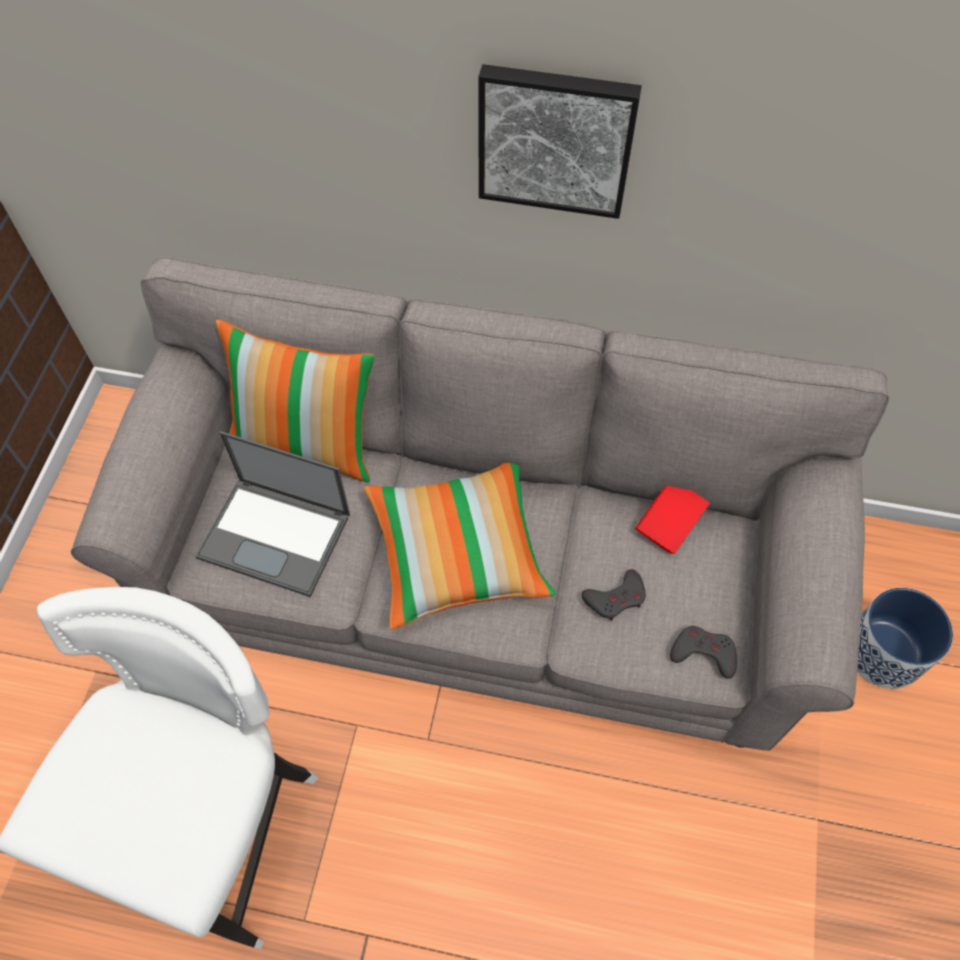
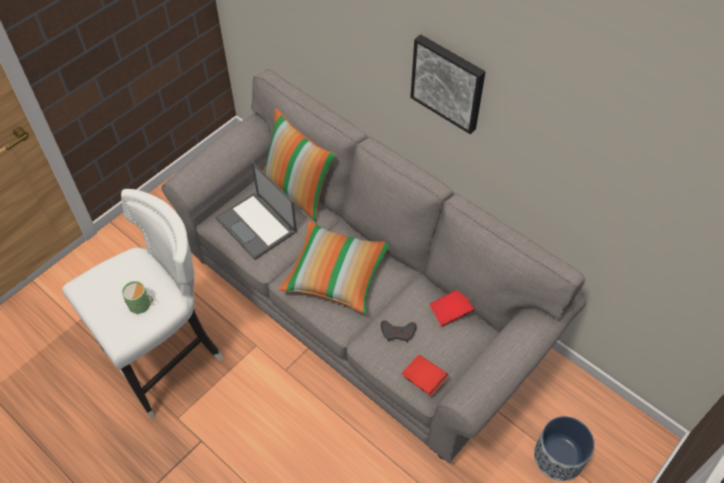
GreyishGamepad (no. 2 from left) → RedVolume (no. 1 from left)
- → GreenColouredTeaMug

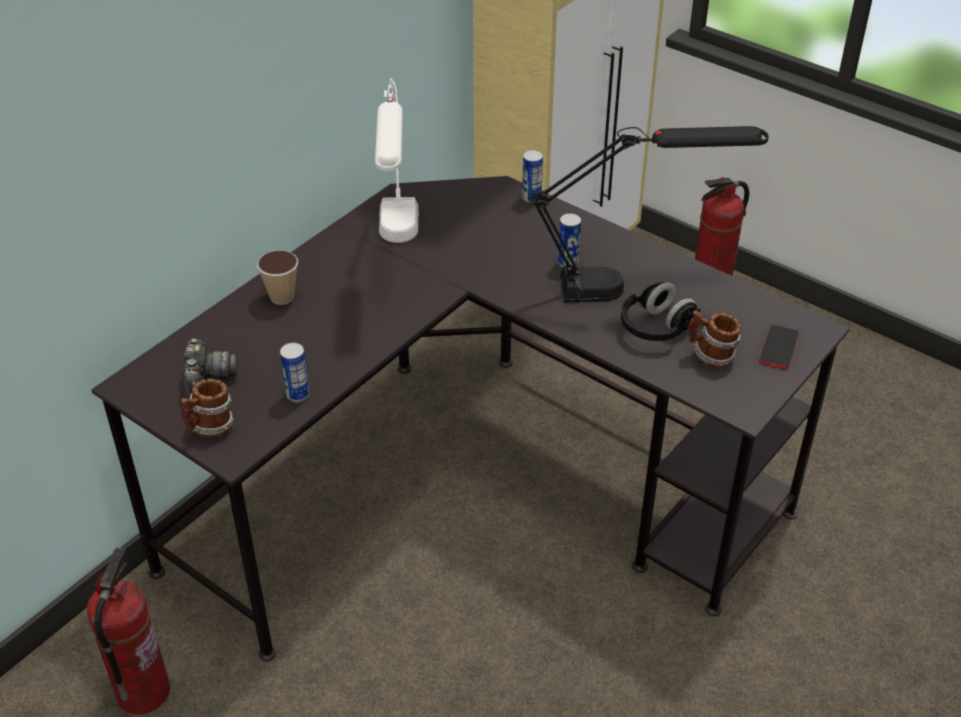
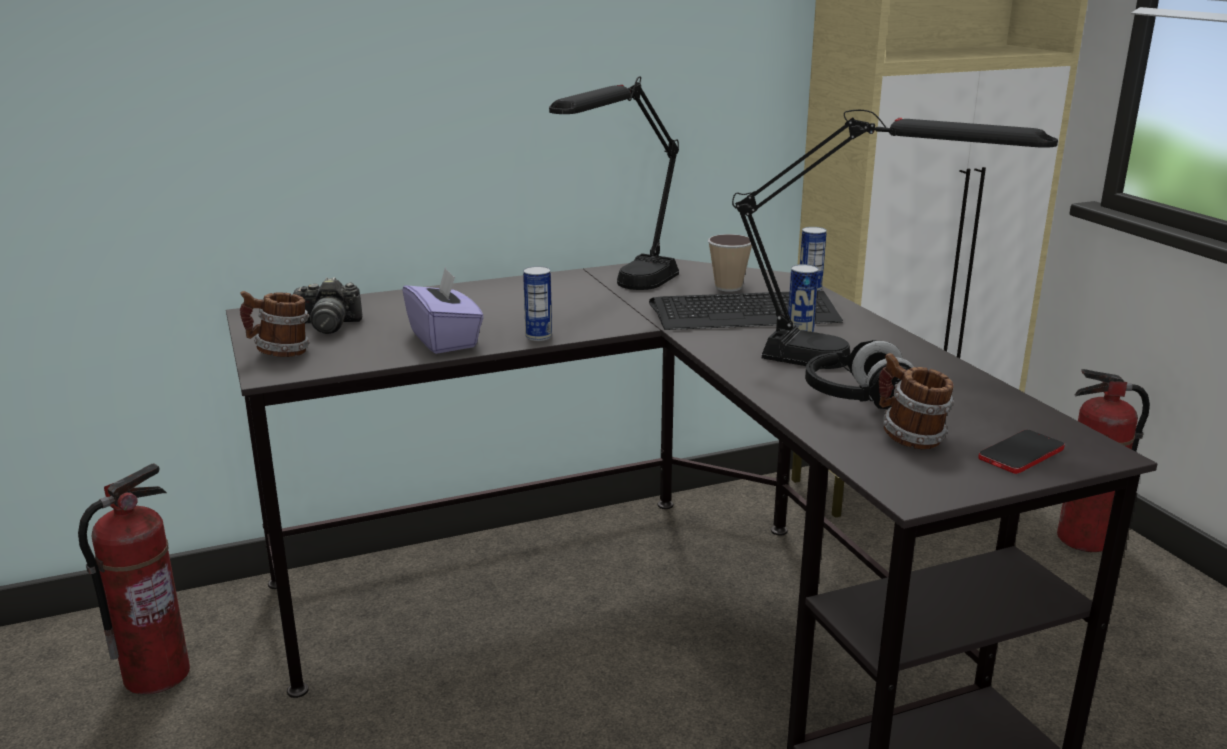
PhotoCamera, 60 degrees clockwise
SmallCup, relocated
Can (no. 1 from left), relocated
WhiteColouredTabletopLamp → BlackishTabletopLamp (no. 1 from left)
- → PurpleColouredTissueBox
- → Keyboard

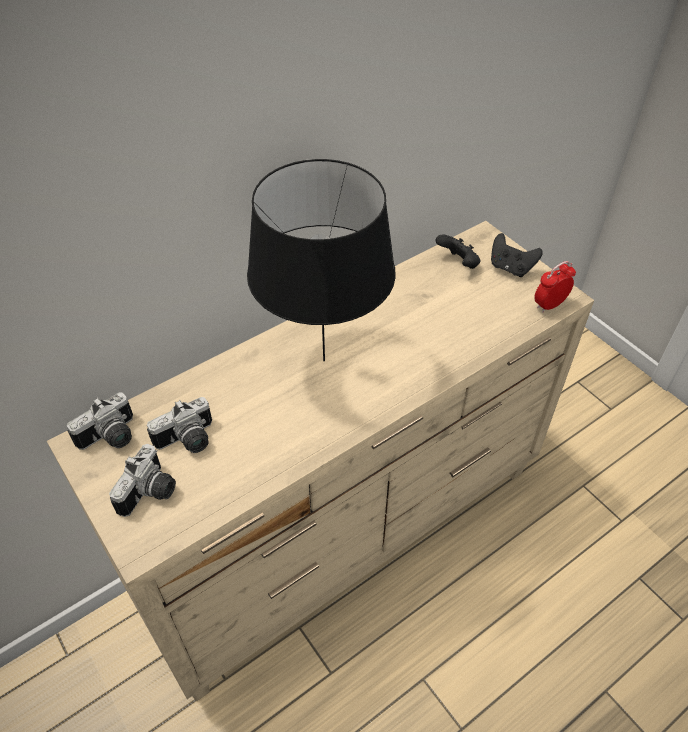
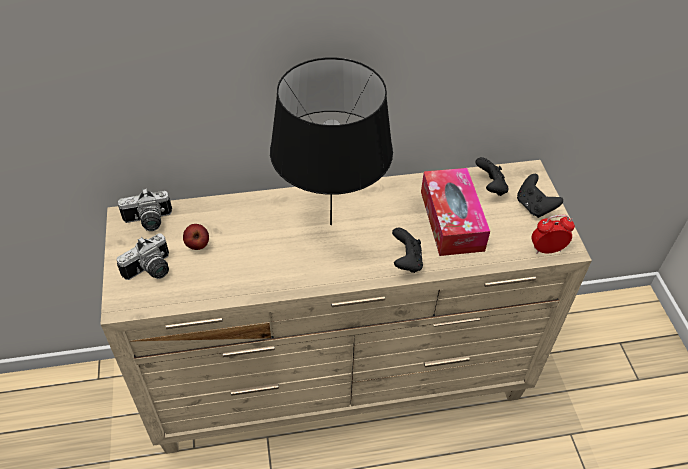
PhotoCamera (no. 3 from left) → WholeApple
- → BlackishGamepad (no. 1 from left)
- → TissueBox

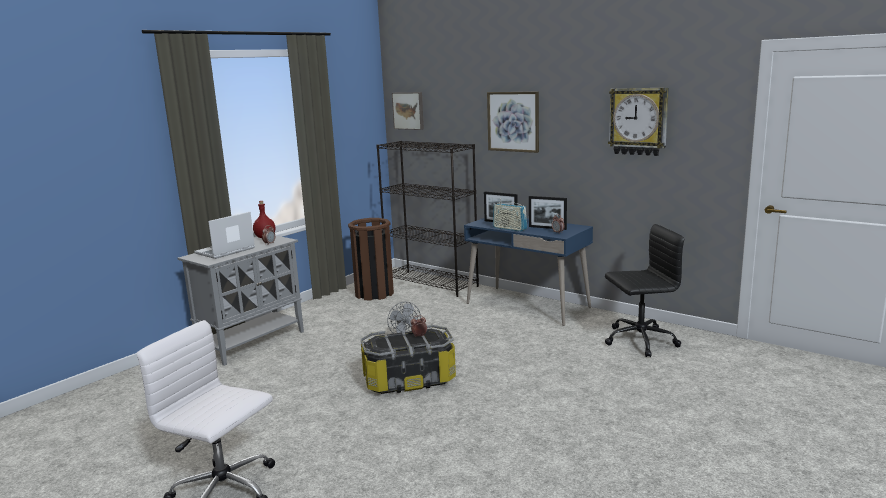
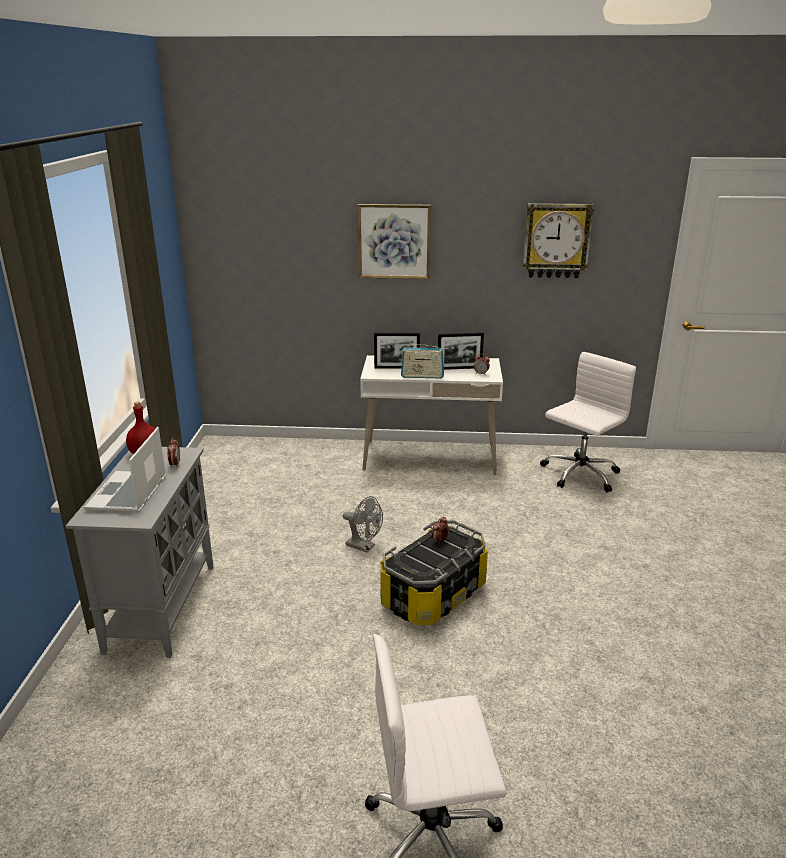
BrownTrashCan → -
BlackishBookcase → -
Picture (no. 1 from left) → -
BlueColouredDesk → WhiteColouredDesk
BlackishOfficeChair → WhiteColouredOfficeChair (no. 2 from left)

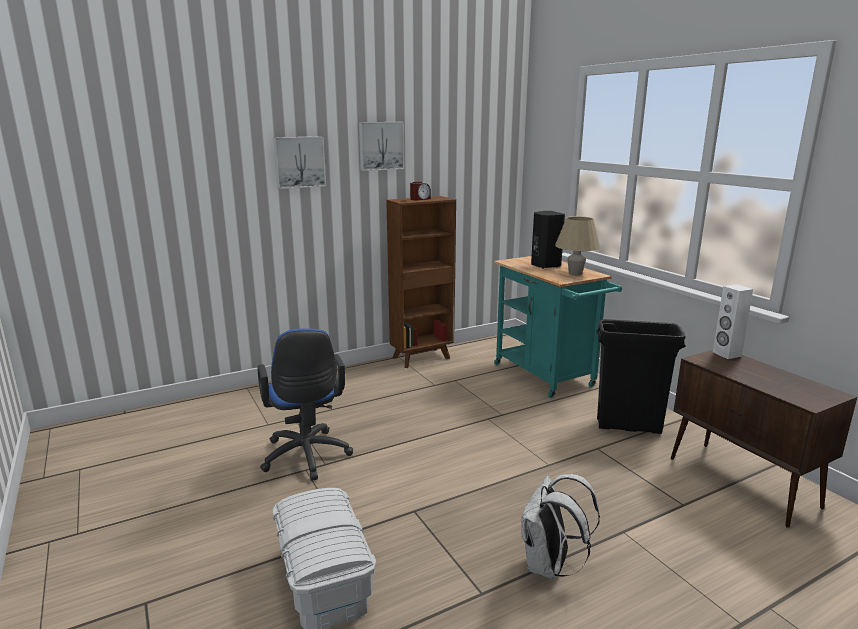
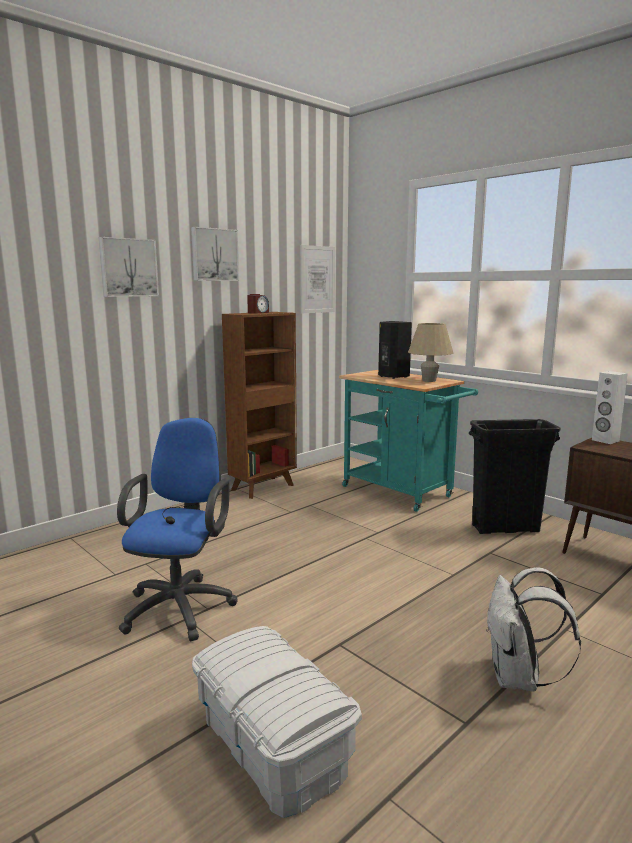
BlueColouredOfficeChair, 135 degrees counterclockwise
- → Picture (no. 3 from left)

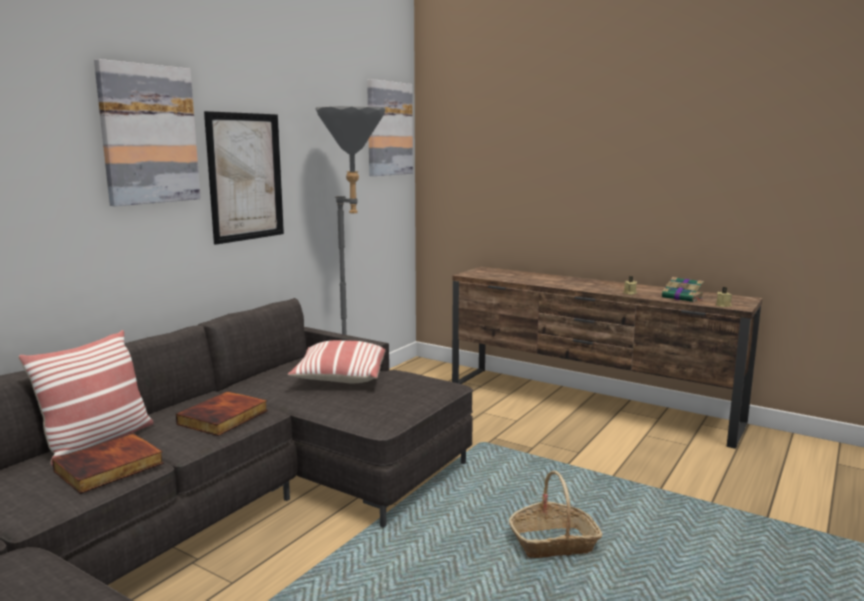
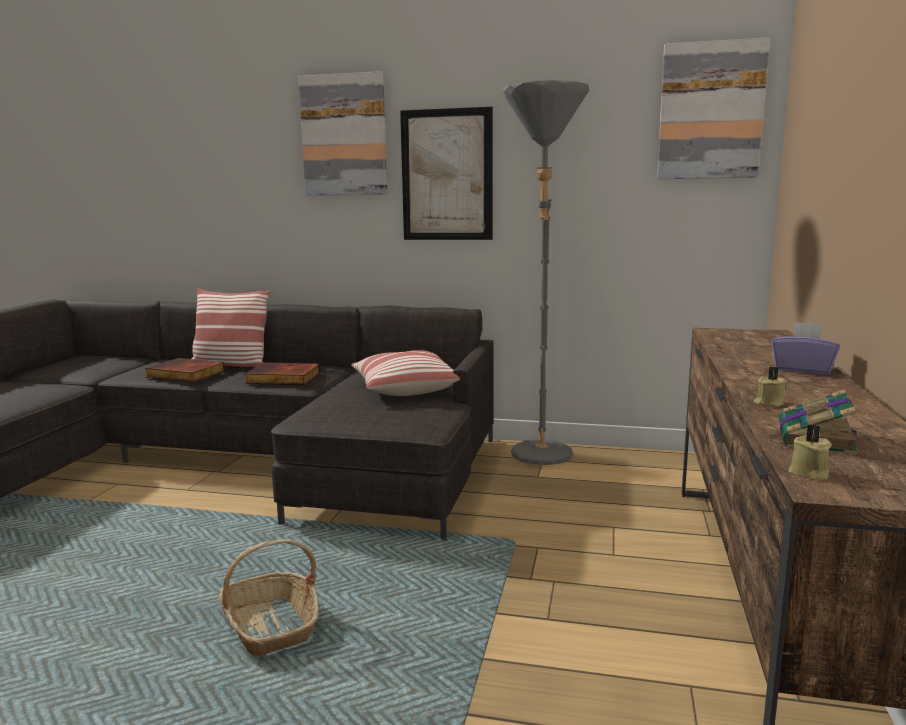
- → PurpleColouredTissueBox

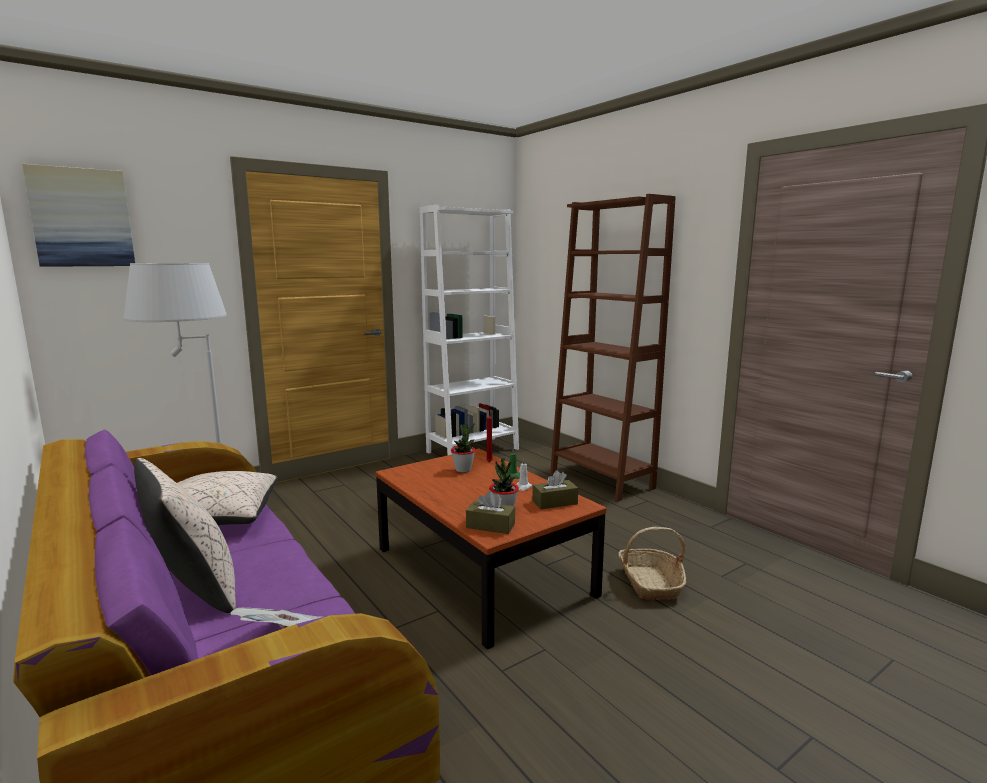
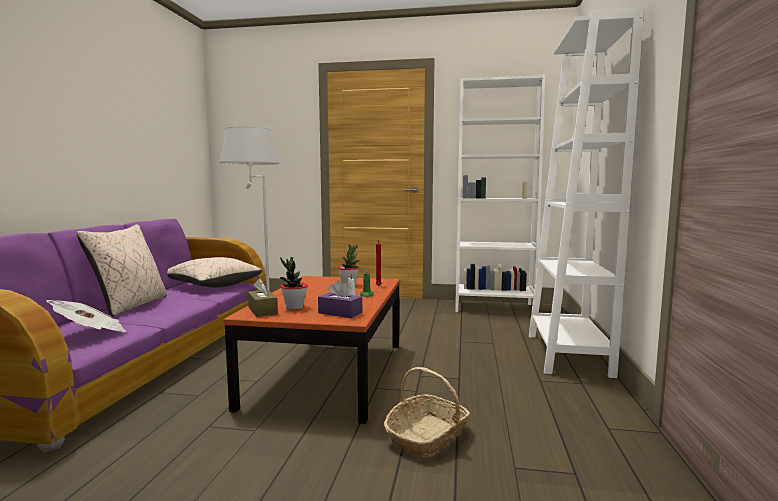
Picture → -
BrownTissueBox (no. 2 from left) → PurpleColouredTissueBox
BrownBookcase → WhiteColouredBookcase (no. 2 from left)

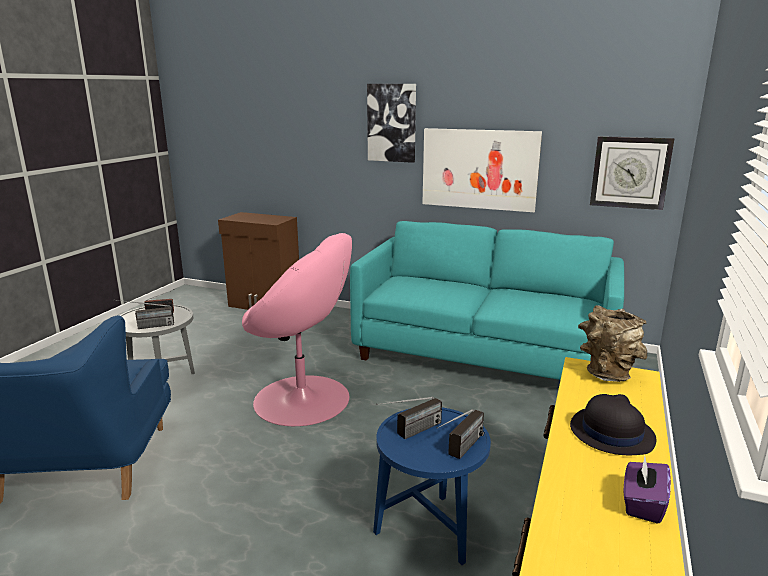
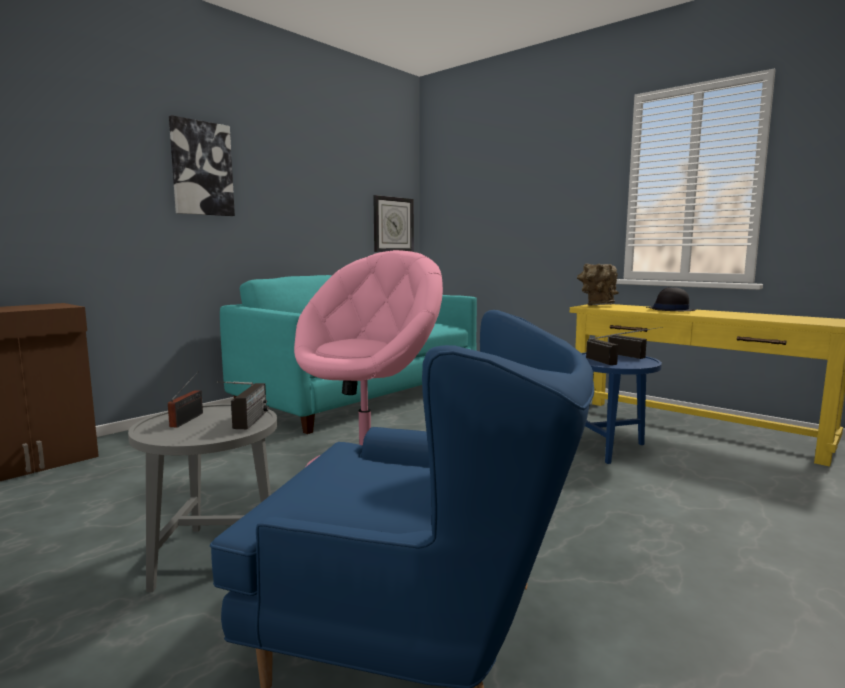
Picture (no. 2 from left) → -
PurpleColouredTissueBox → -

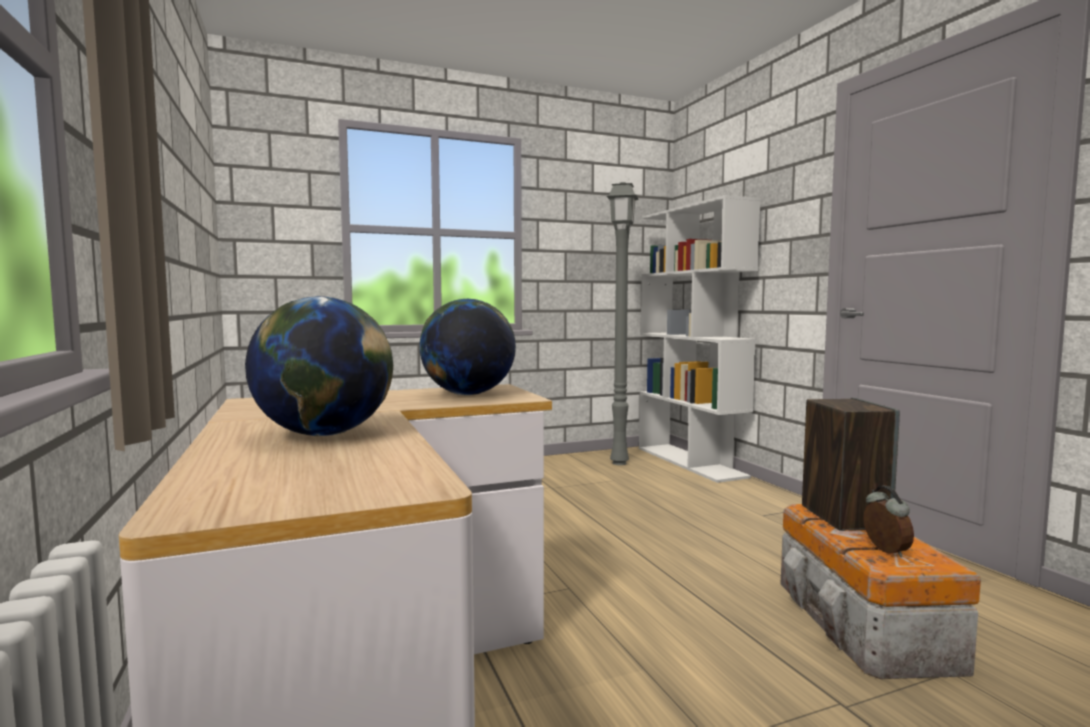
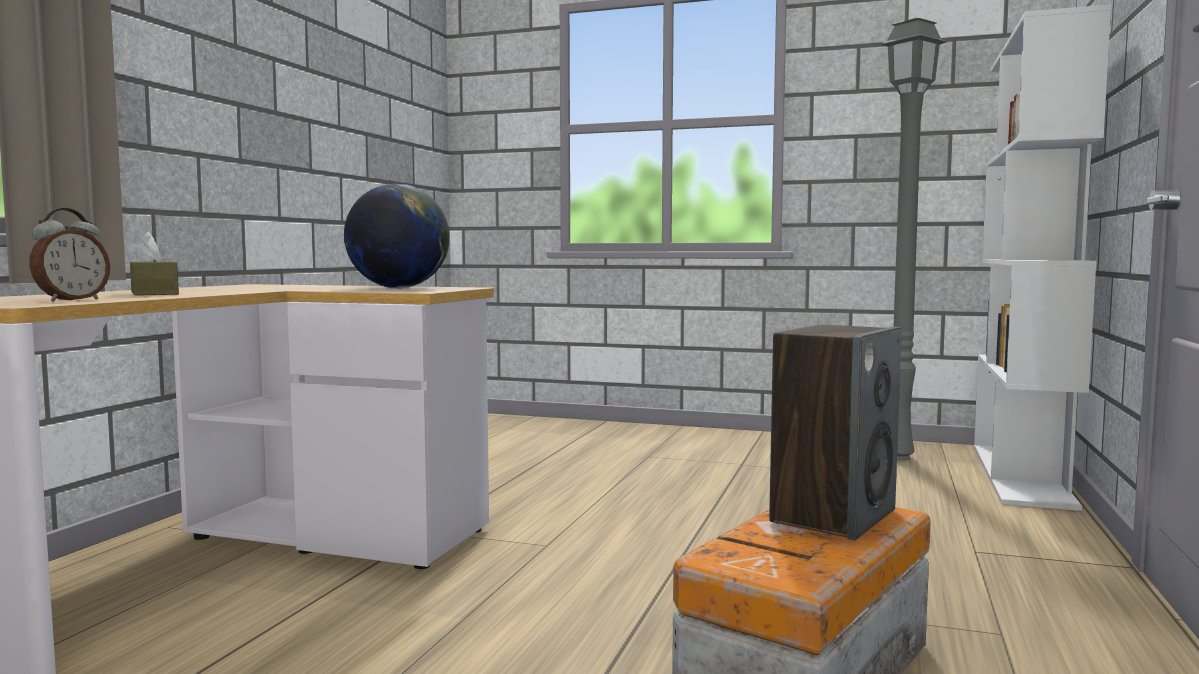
WorldGlobe (no. 1 from left) → BrownTissueBox
BedsideClock, relocated

